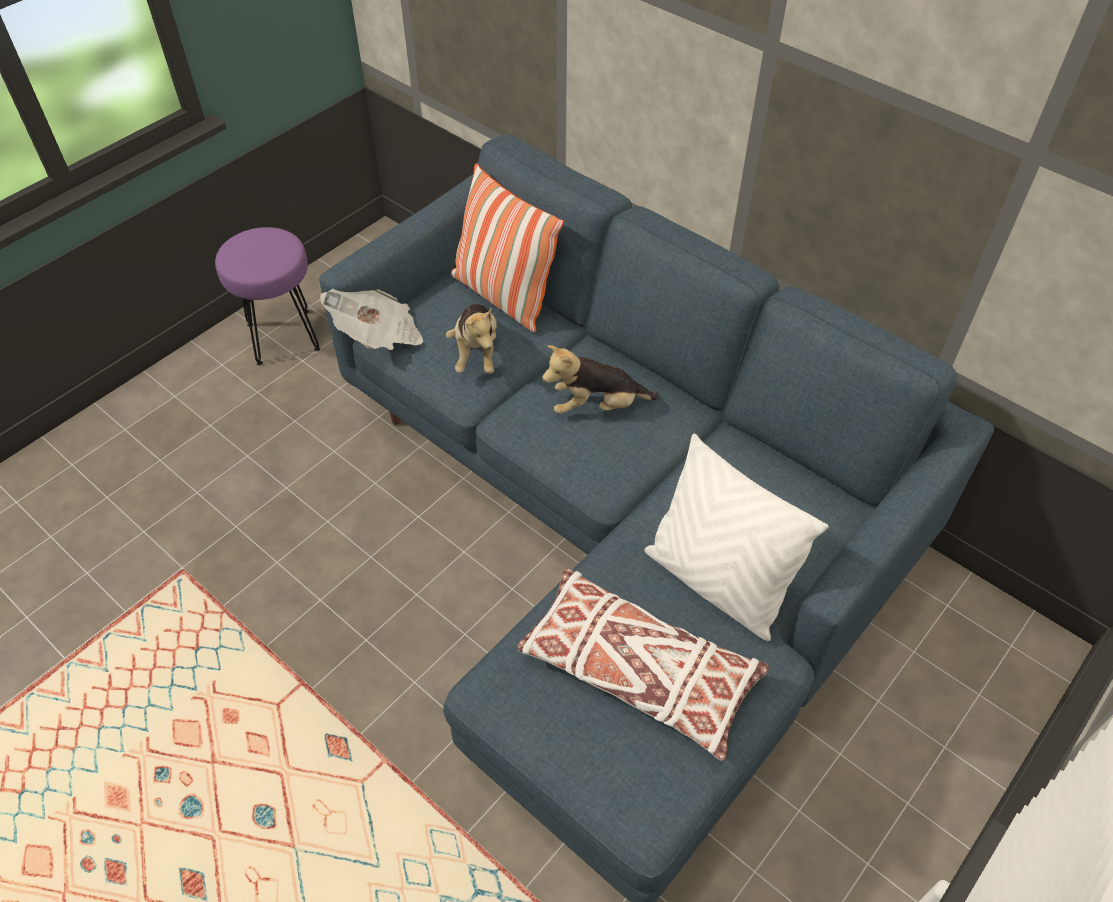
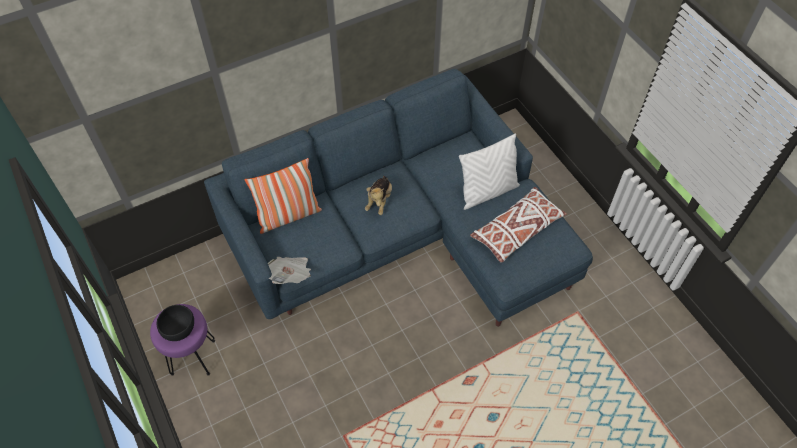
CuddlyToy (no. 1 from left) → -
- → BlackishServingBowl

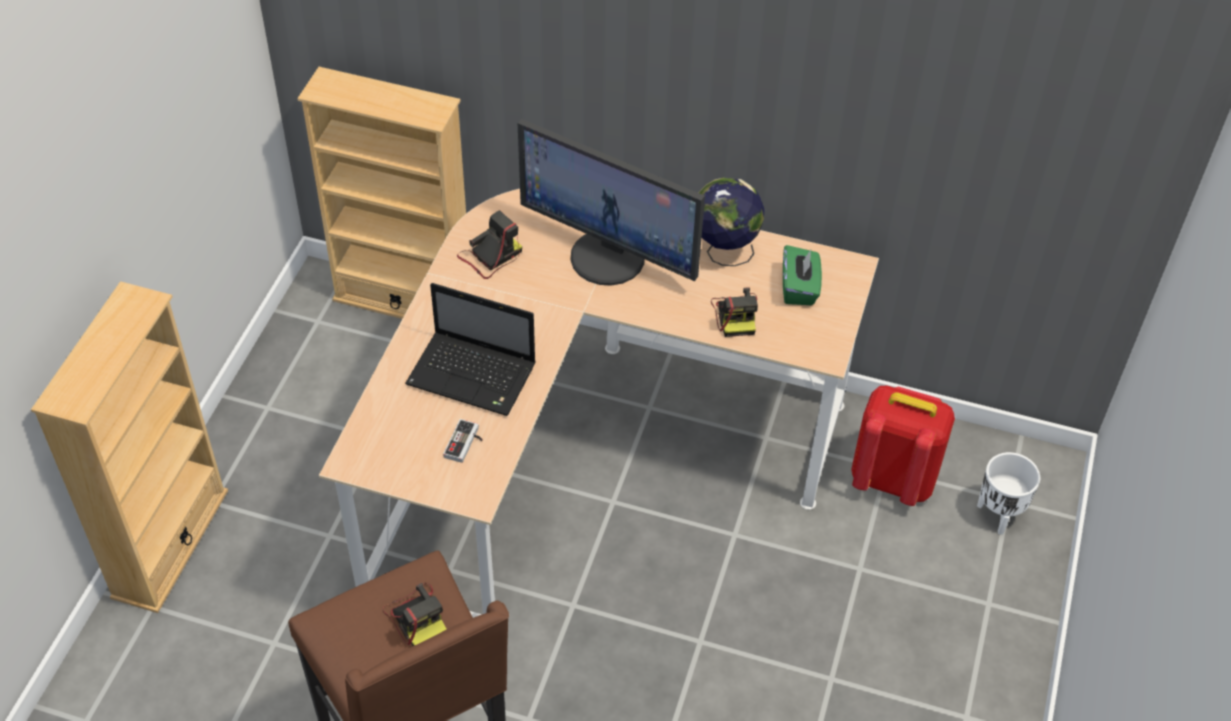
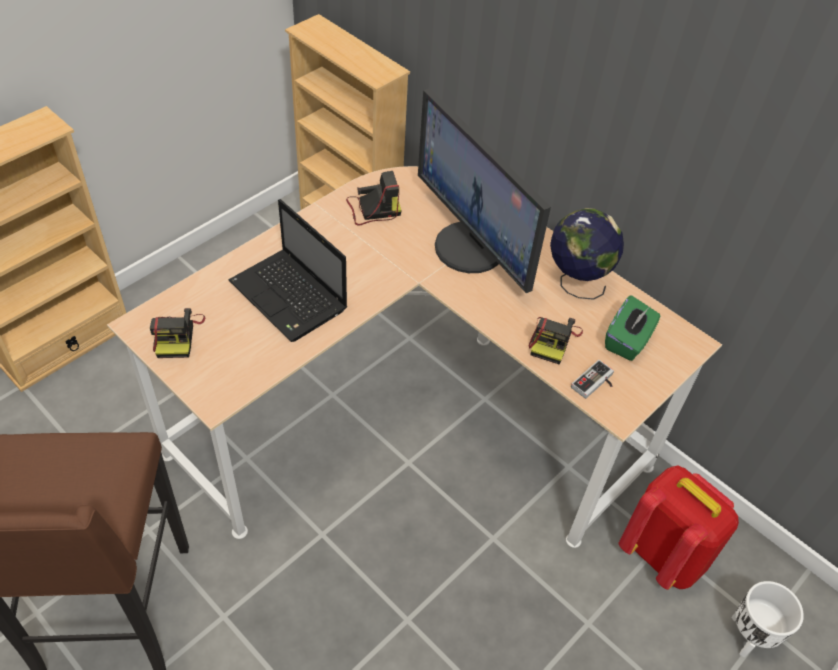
PhotoCamera (no. 1 from left), relocated
Gamepad, relocated

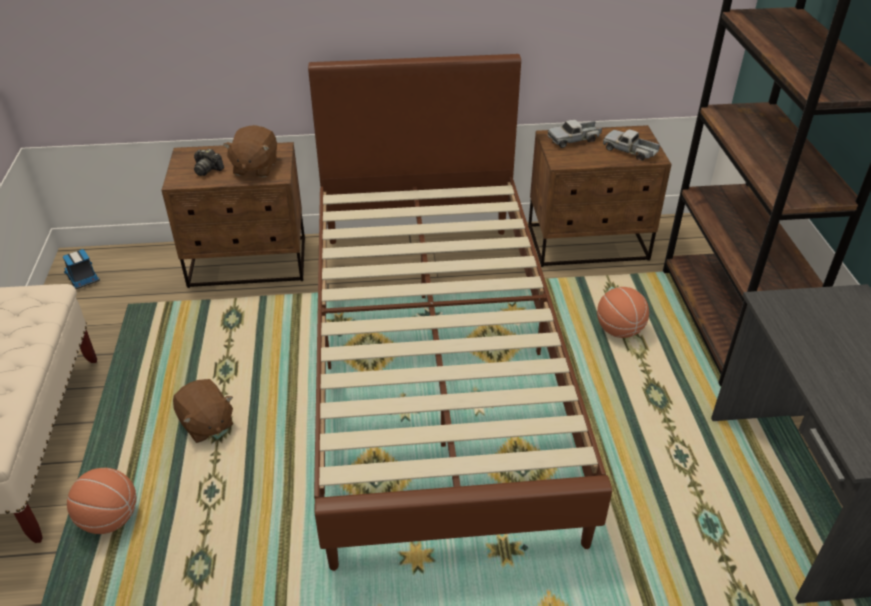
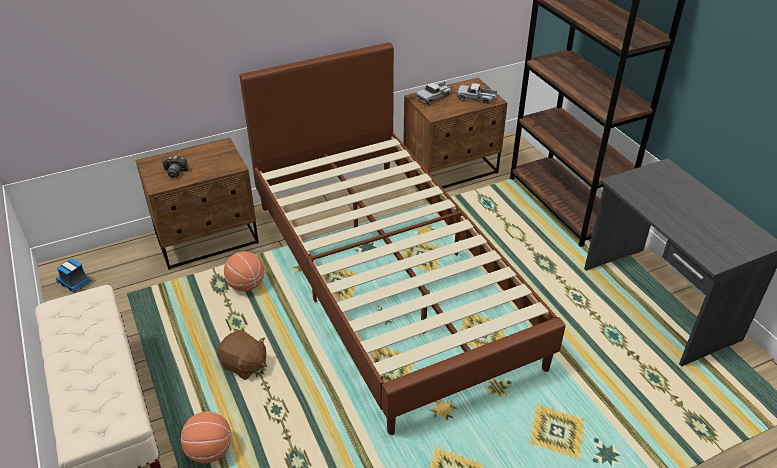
BrownCuddlyToy (no. 2 from left) → -
BallForBasketball (no. 2 from left), relocated

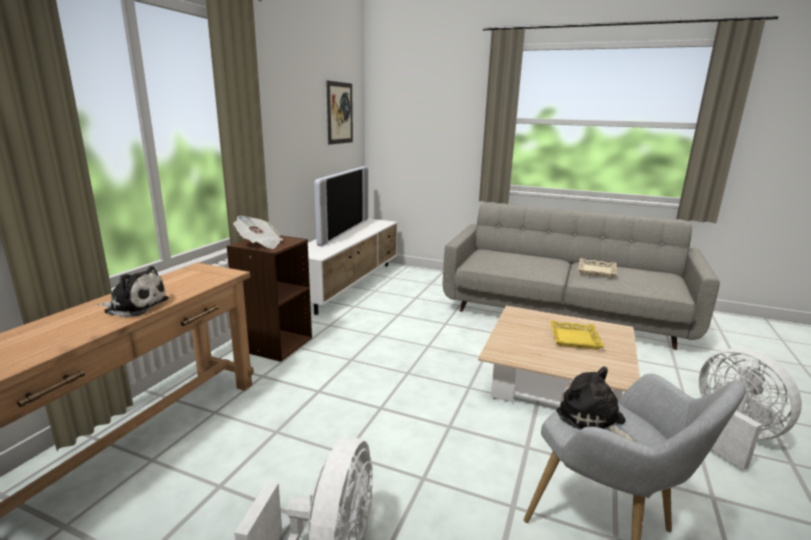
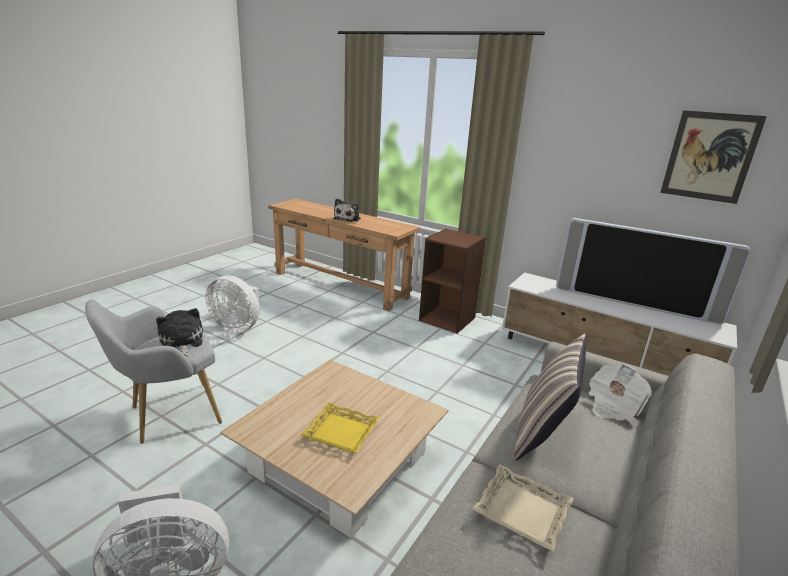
Newspaper, relocated
CuddlyToy (no. 2 from left in the first image) → CuddlyToy (no. 1 from left), 90 degrees counterclockwise
- → Pillow

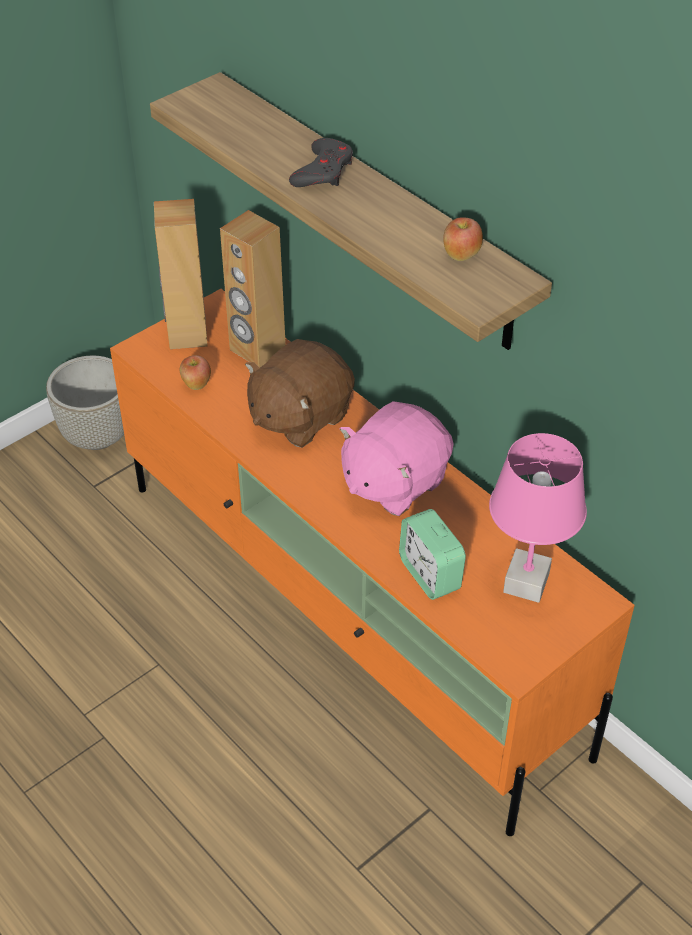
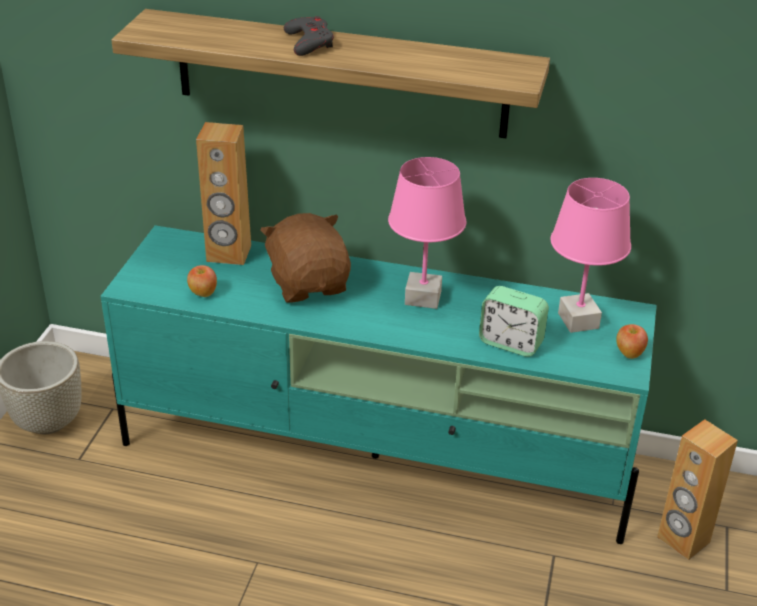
OrangeyMediaConsole → TurquoiseColouredMediaConsole
BrownAudioSpeaker (no. 1 from left in the first image) → BrownAudioSpeaker (no. 2 from left), relocated
BrownCuddlyToy, 150 degrees clockwise
PinkCuddlyToy → PinkTabletopLamp (no. 1 from left)
WholeApple (no. 2 from left), relocated

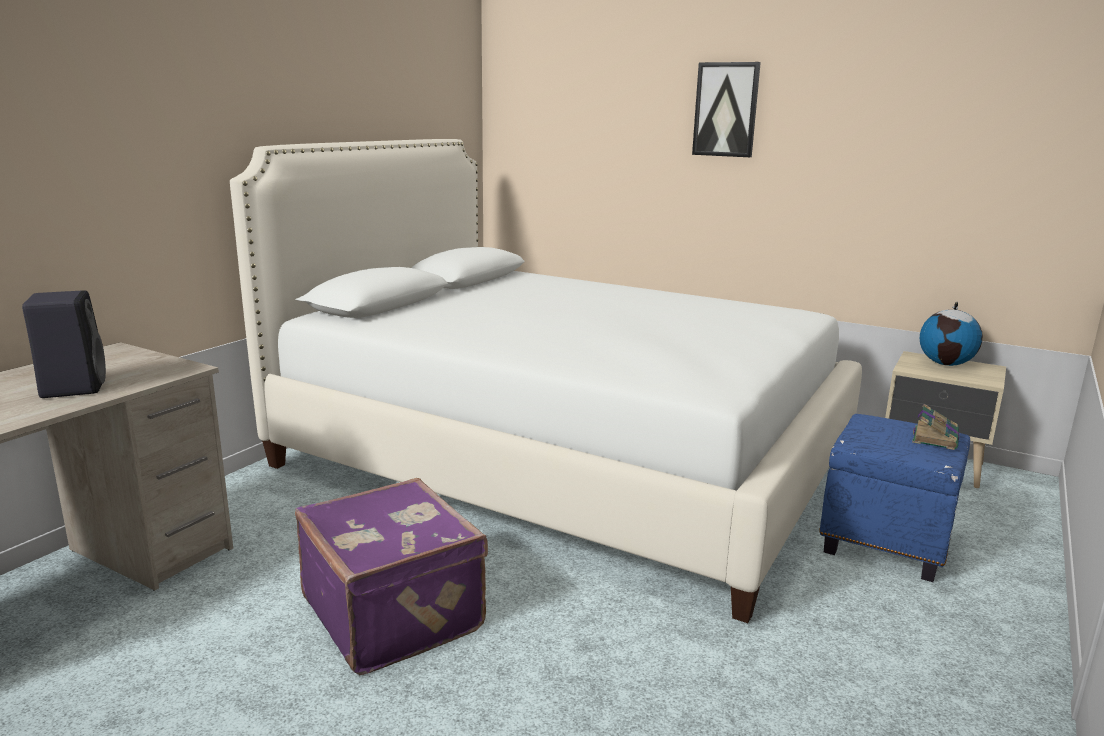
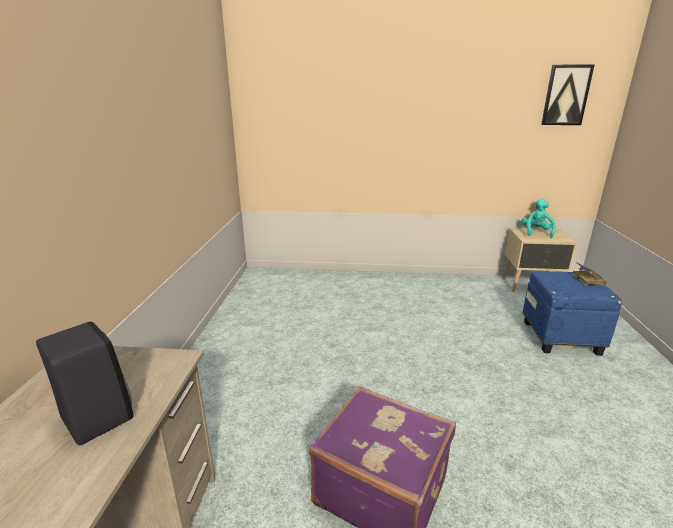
WhiteColouredSleepingBed → -
Picture, relocated
WorldGlobe → TurquoiseColouredCuddlyToy

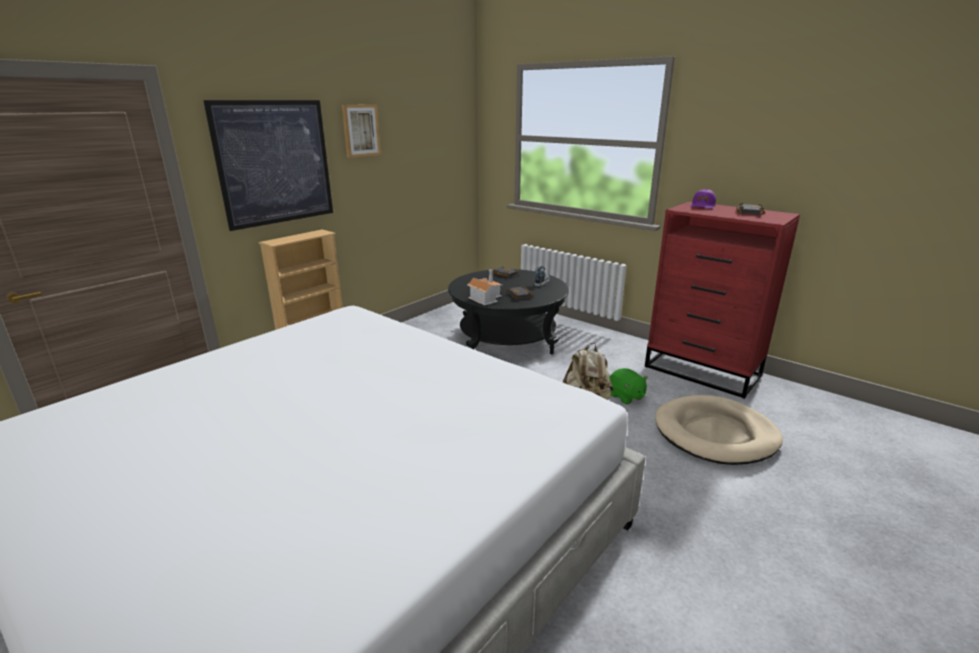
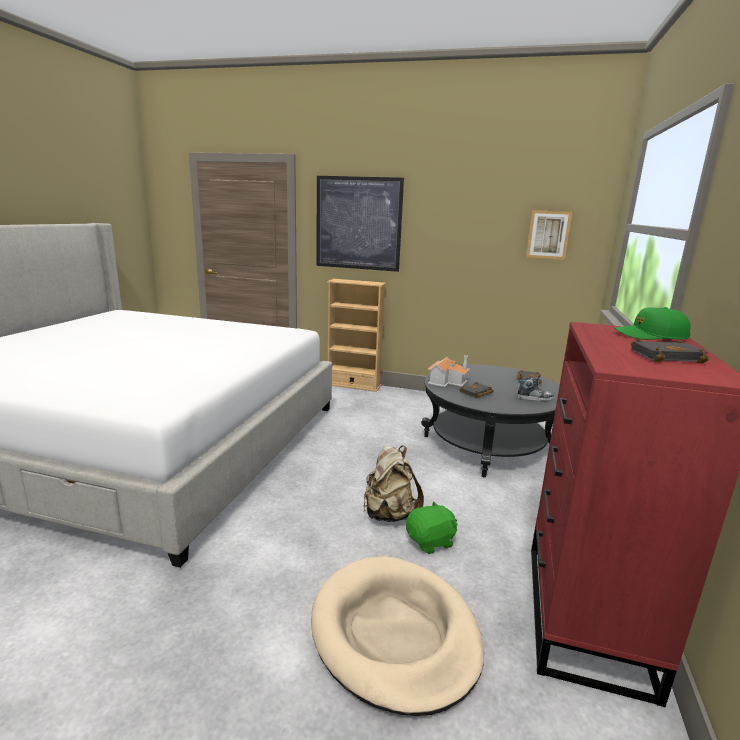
Picture (no. 2 from left), relocated
GreenColouredCuddlyToy, 150 degrees counterclockwise
PurpleColouredBaseballCap → GreenColouredBaseballCap

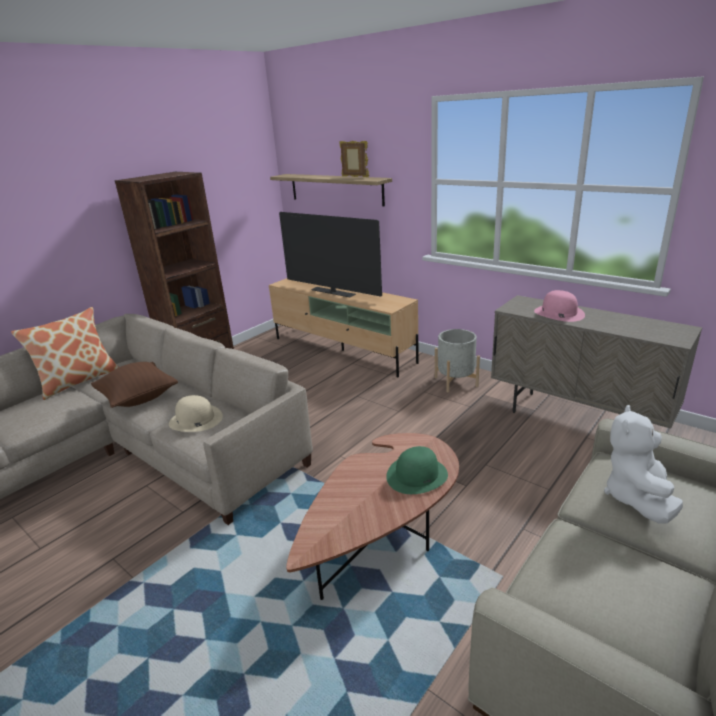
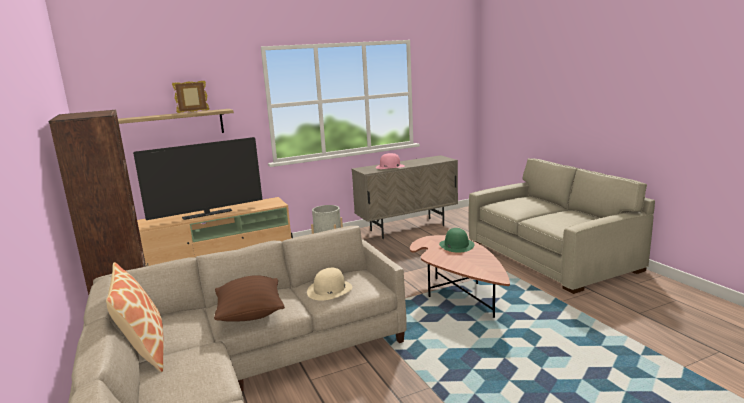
WhiteColouredCuddlyToy → -

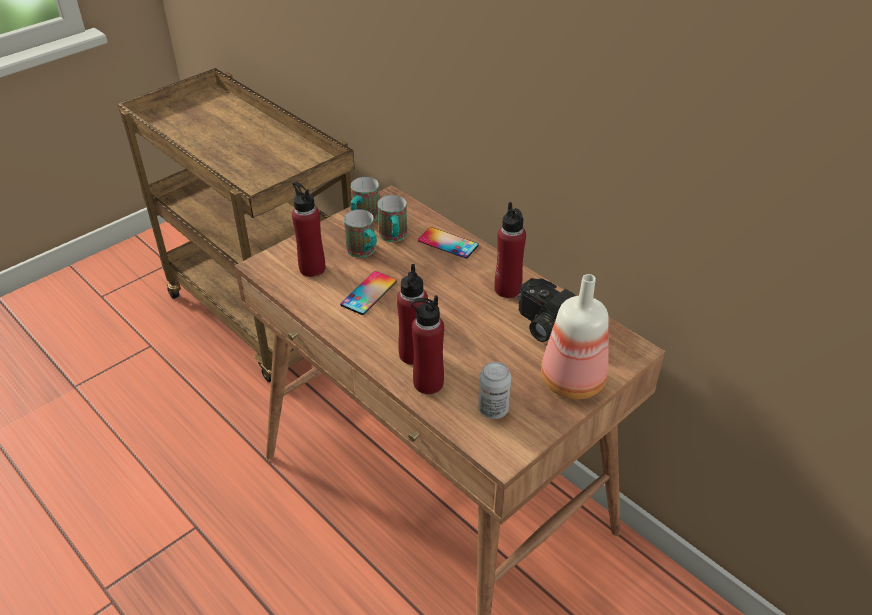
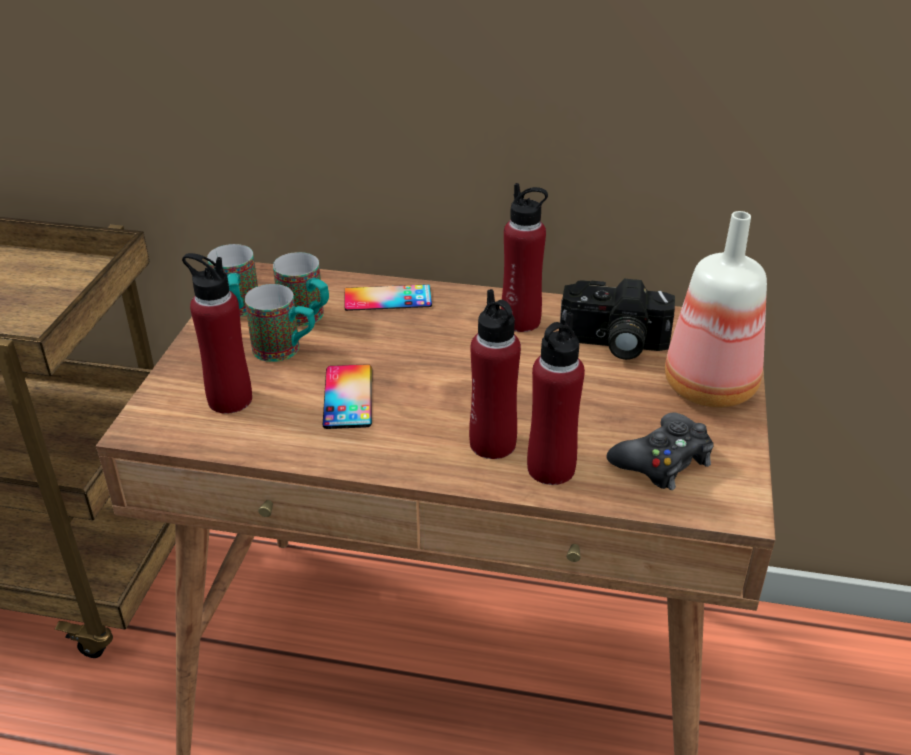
Can → BlackishGamepad

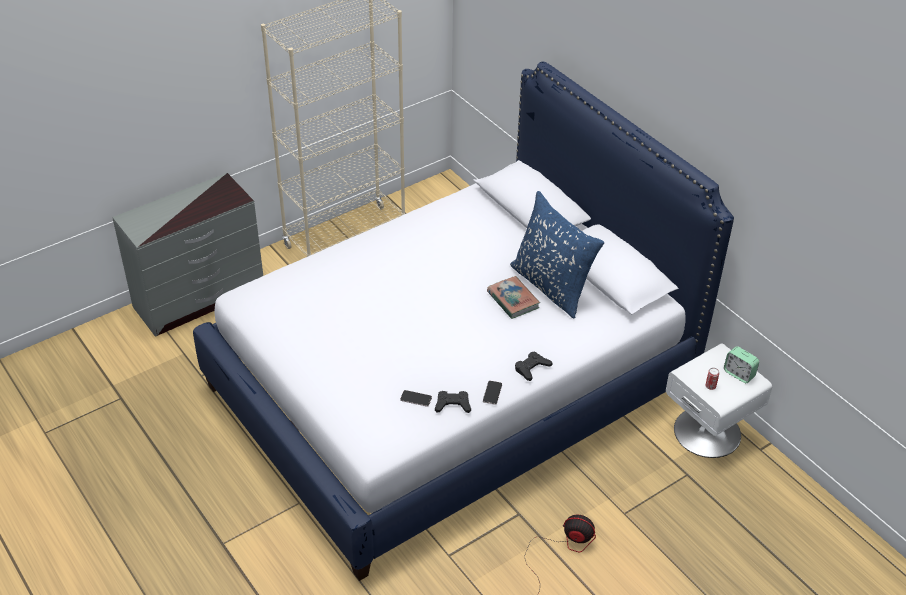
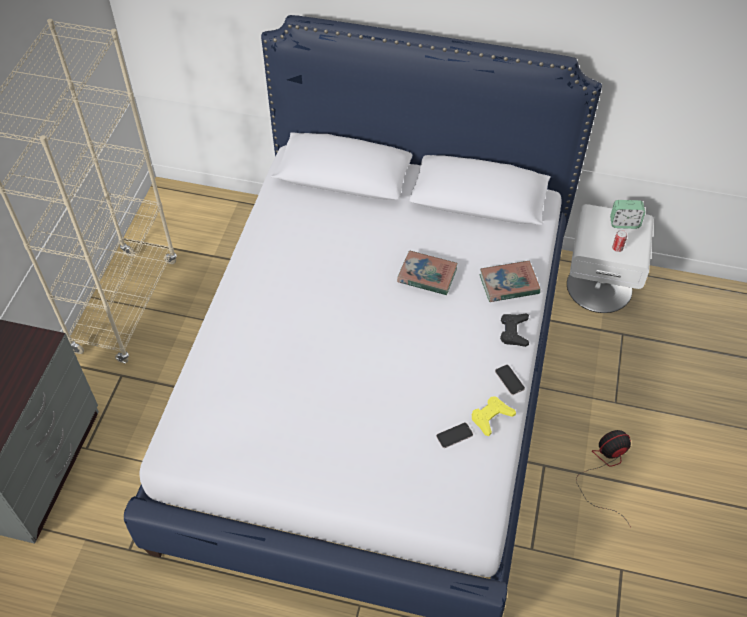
BlackishGamepad (no. 1 from left) → YellowGamepad
BlueColouredPillow → -
- → Volume (no. 2 from left)

